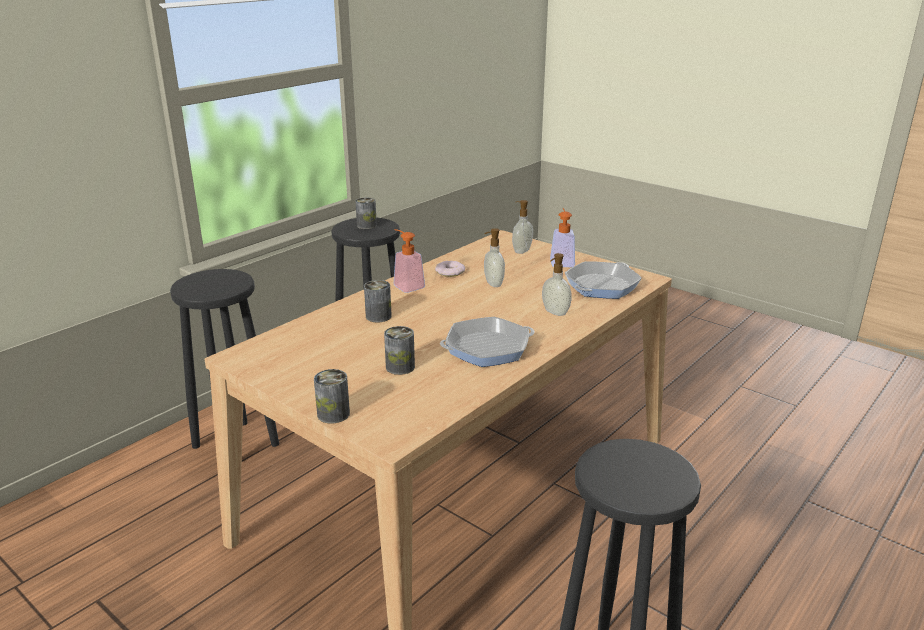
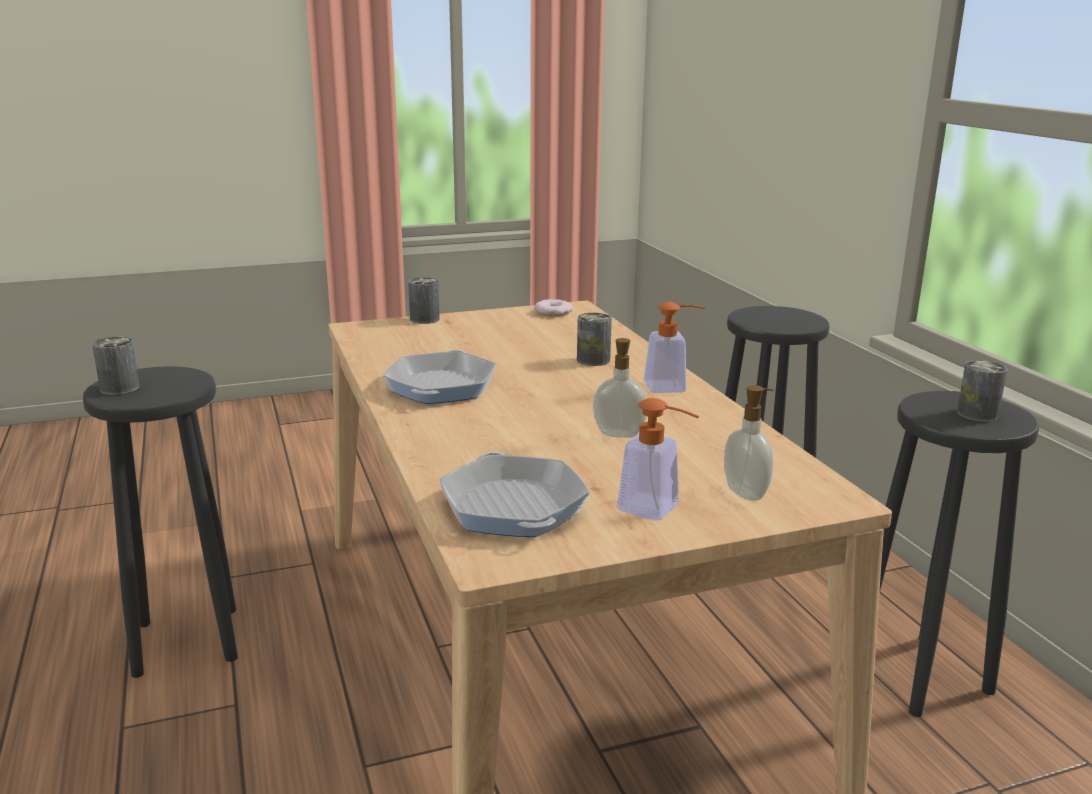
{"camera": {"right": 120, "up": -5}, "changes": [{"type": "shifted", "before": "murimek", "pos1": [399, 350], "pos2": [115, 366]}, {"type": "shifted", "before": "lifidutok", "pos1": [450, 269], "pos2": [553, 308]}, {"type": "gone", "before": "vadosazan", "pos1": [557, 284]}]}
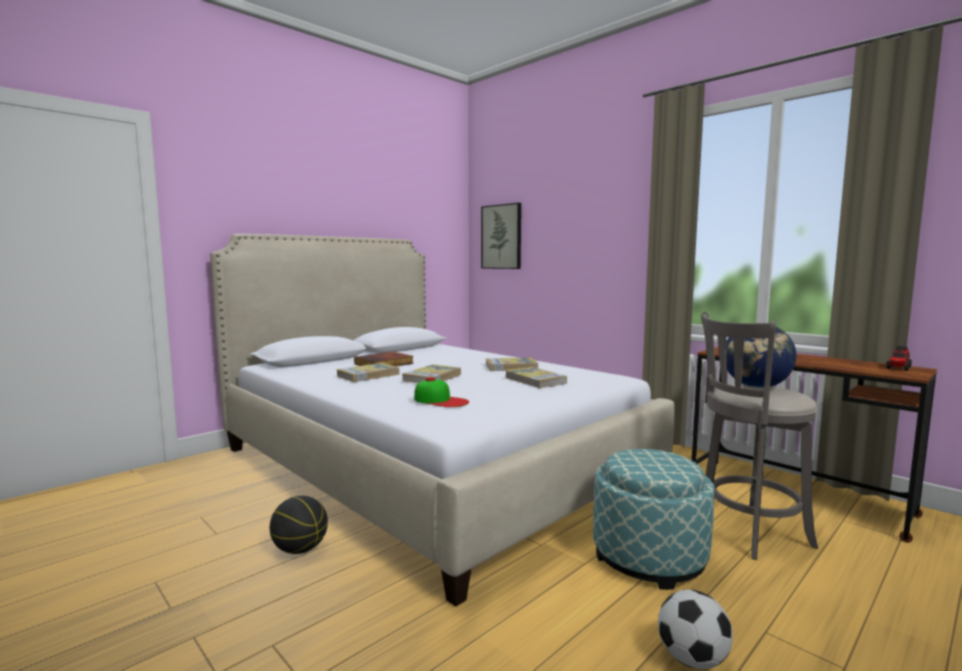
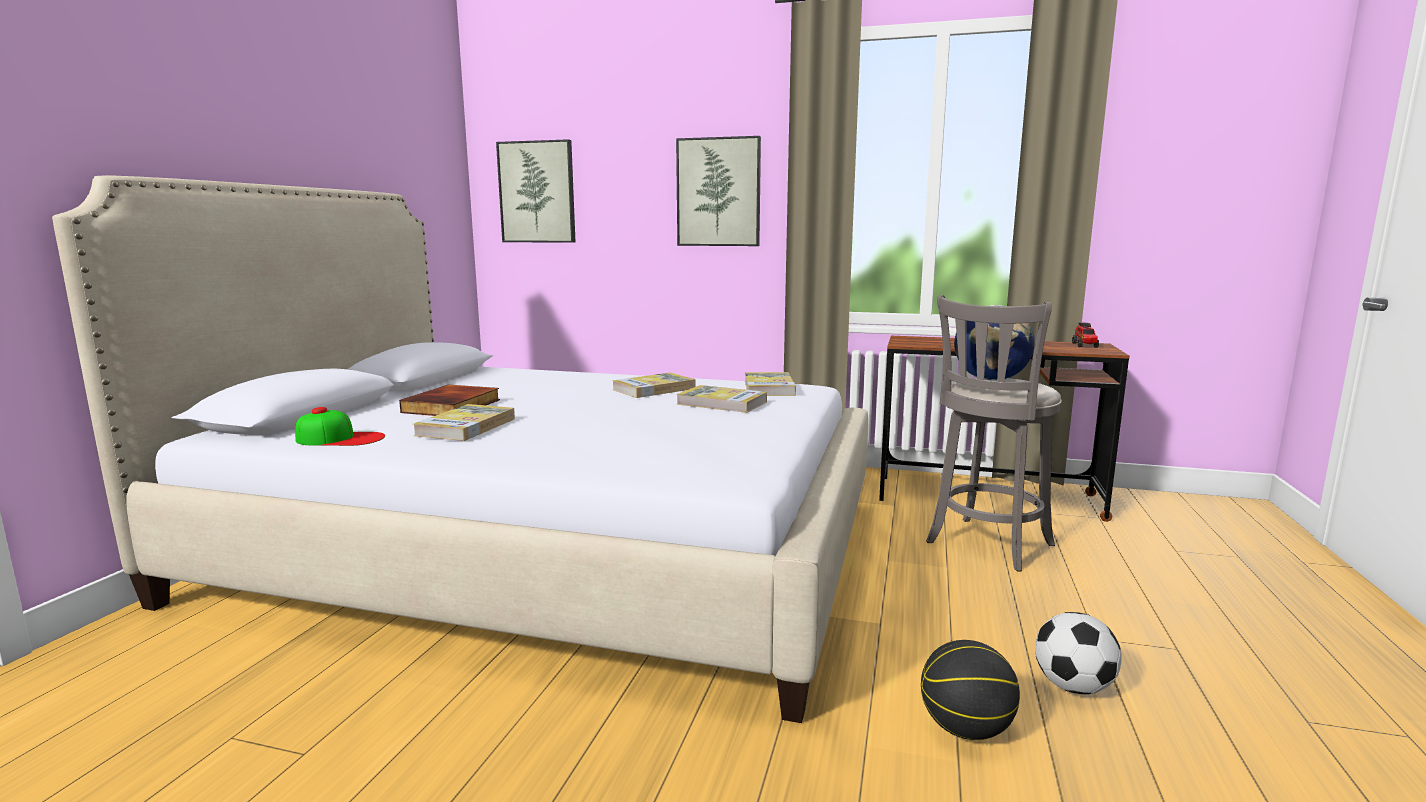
{"camera": {"right": -30, "up": 5}, "changes": [{"type": "shifted", "before": "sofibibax", "pos1": [441, 392], "pos2": [340, 426]}, {"type": "new", "after": "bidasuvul", "pos2": [718, 191]}, {"type": "shifted", "before": "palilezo", "pos1": [431, 373], "pos2": [770, 384]}, {"type": "shifted", "before": "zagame", "pos1": [299, 525], "pos2": [970, 690]}, {"type": "gone", "before": "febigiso", "pos1": [653, 519]}]}
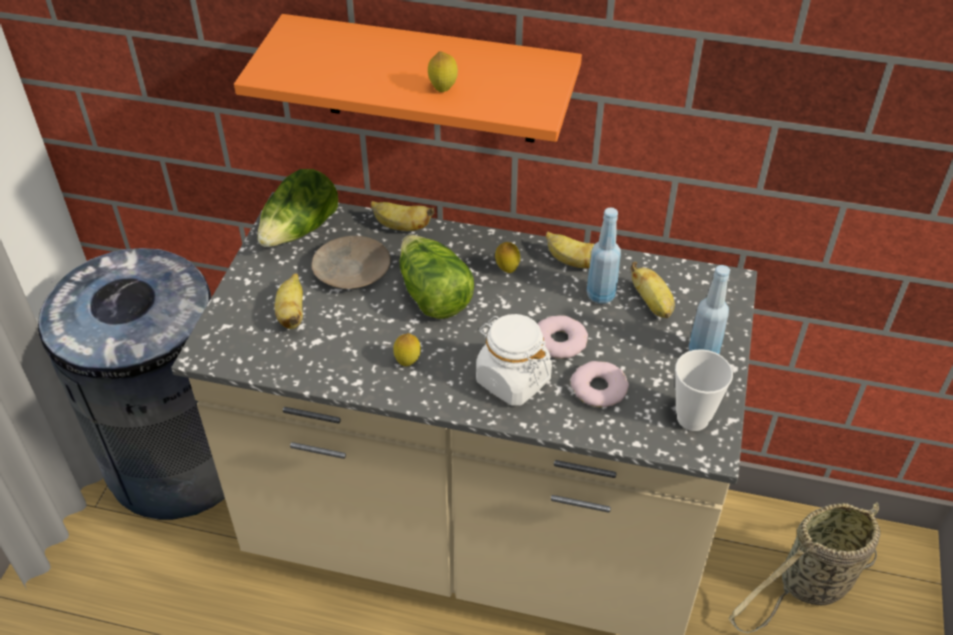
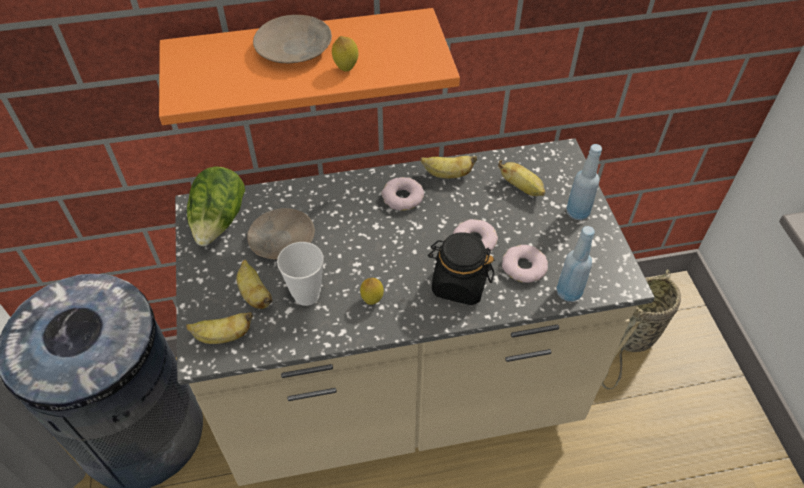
{"camera": {"right": -25, "up": 5}, "changes": [{"type": "shifted", "before": "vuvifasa", "pos1": [402, 216], "pos2": [219, 328]}, {"type": "new", "after": "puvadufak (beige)", "pos2": [292, 39]}, {"type": "shifted", "before": "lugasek", "pos1": [704, 390], "pos2": [300, 274]}, {"type": "swapped", "before": "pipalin", "after": "lifidutok", "pos1": [507, 257], "pos2": [402, 193]}, {"type": "repainted", "before": "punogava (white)", "after": "punogava (black)", "pos1": [514, 360], "pos2": [461, 268]}, {"type": "shifted", "before": "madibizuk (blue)", "pos1": [604, 255], "pos2": [575, 264]}, {"type": "gone", "before": "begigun", "pos1": [437, 277]}]}
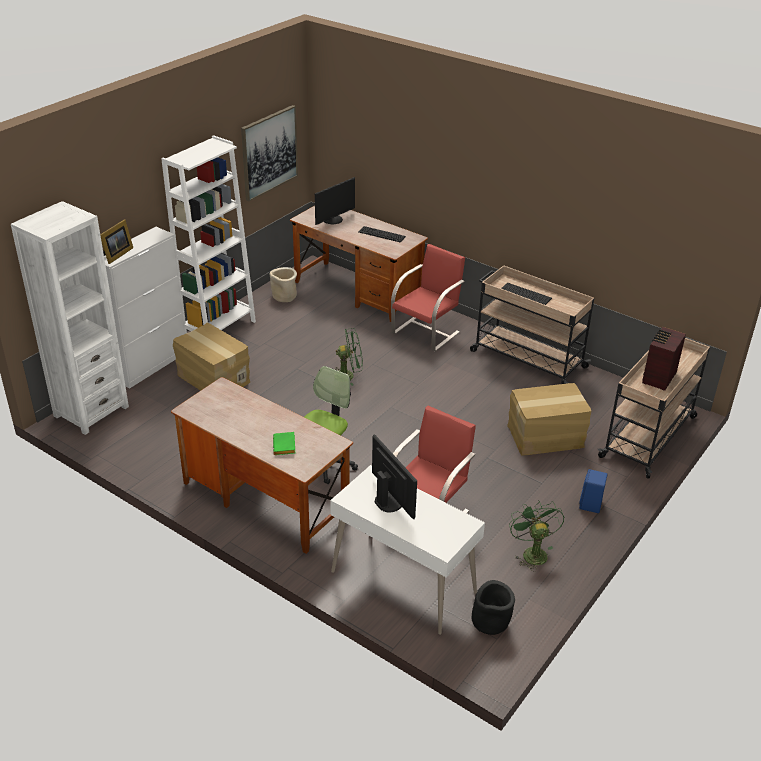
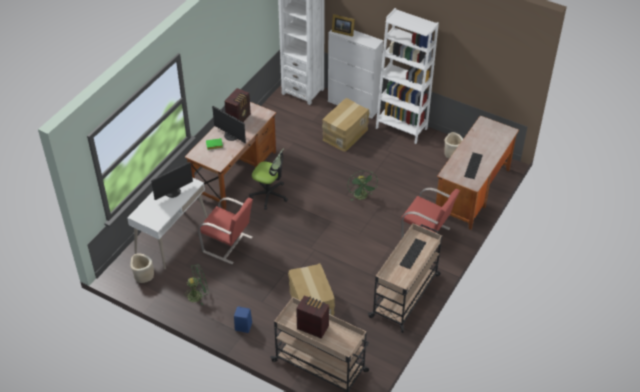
{"camera": {"right": 85, "up": 10}, "changes": [{"type": "repainted", "before": "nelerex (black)", "after": "nelerex (beige)", "pos1": [493, 607], "pos2": [142, 268]}, {"type": "shifted", "before": "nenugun", "pos1": [335, 201], "pos2": [229, 124]}, {"type": "new", "after": "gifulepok", "pos2": [238, 105]}, {"type": "gone", "before": "bidasuvul", "pos1": [269, 153]}]}
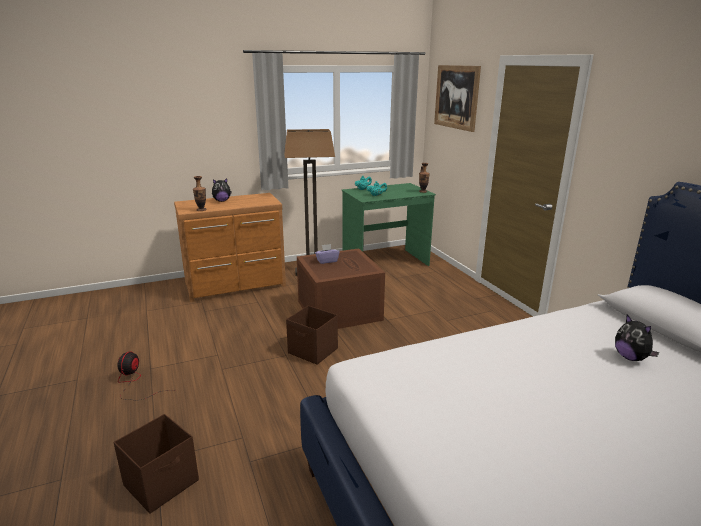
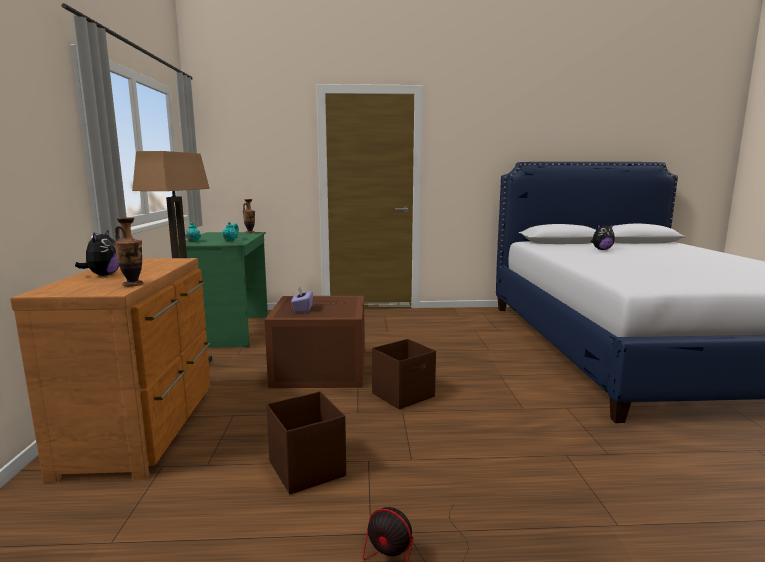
{"camera": {"right": -70, "up": -10}, "changes": [{"type": "shifted", "before": "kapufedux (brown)", "pos1": [156, 464], "pos2": [306, 442]}, {"type": "gone", "before": "bidasuvul", "pos1": [457, 98]}]}
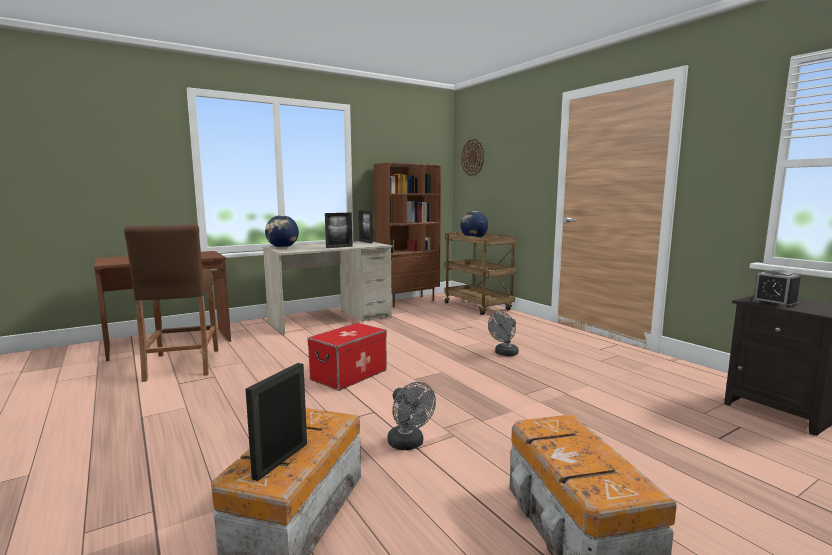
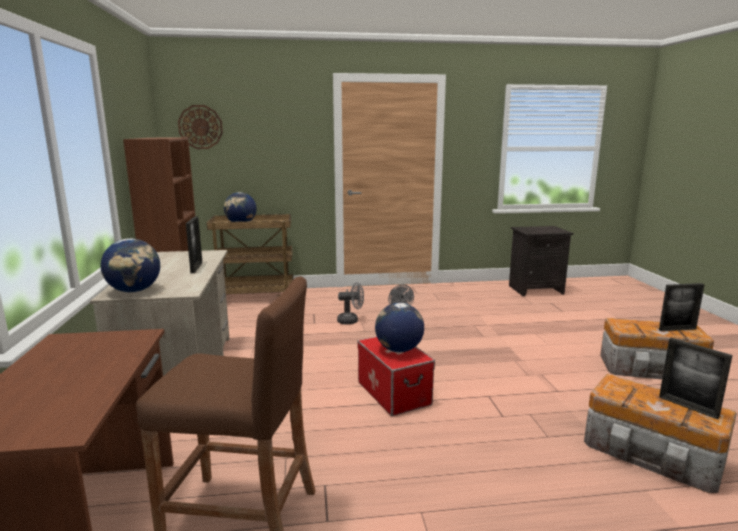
{"camera": {"right": -65, "up": 5}, "changes": [{"type": "shifted", "before": "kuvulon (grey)", "pos1": [411, 416], "pos2": [350, 303]}, {"type": "new", "after": "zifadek", "pos2": [399, 327]}, {"type": "shifted", "before": "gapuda", "pos1": [366, 226], "pos2": [682, 307]}, {"type": "gone", "before": "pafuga", "pos1": [776, 289]}]}
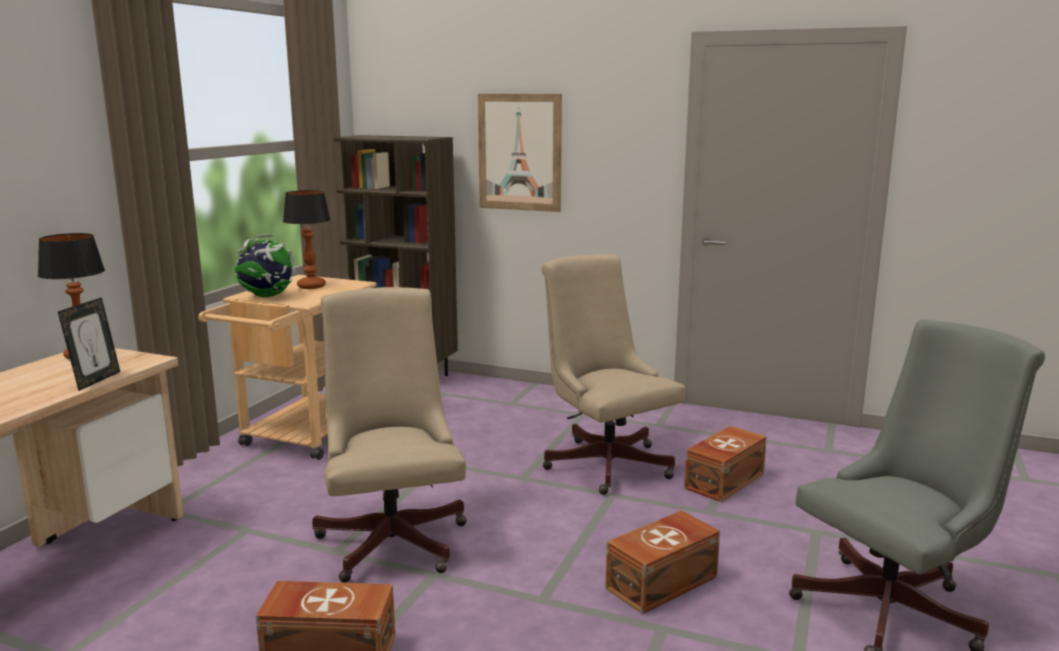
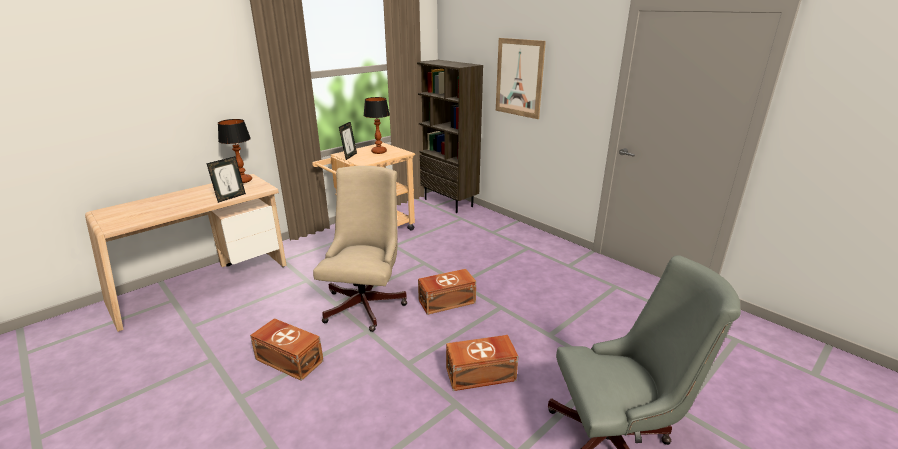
{"camera": {"right": 25, "up": 10}, "changes": [{"type": "swapped", "before": "zifadek", "after": "gapuda", "pos1": [264, 265], "pos2": [348, 140]}, {"type": "shifted", "before": "kapufedux (brown)", "pos1": [725, 464], "pos2": [447, 292]}, {"type": "gone", "before": "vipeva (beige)", "pos1": [613, 375]}]}
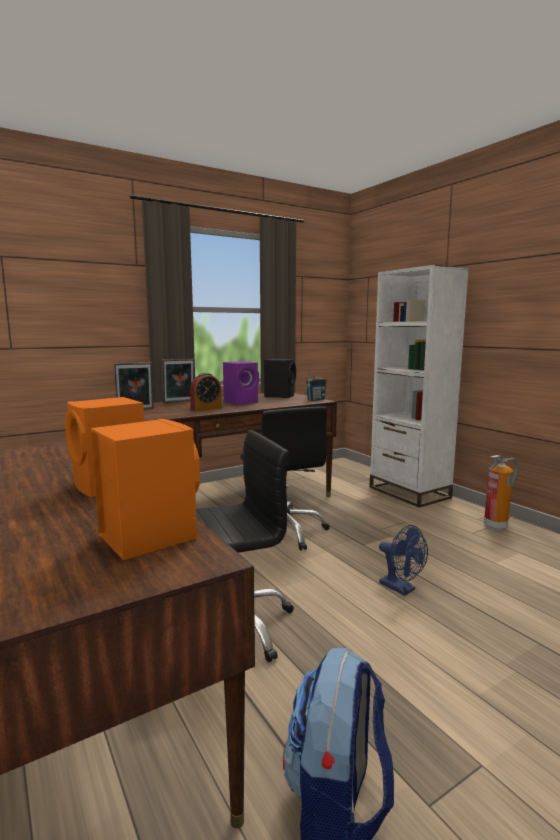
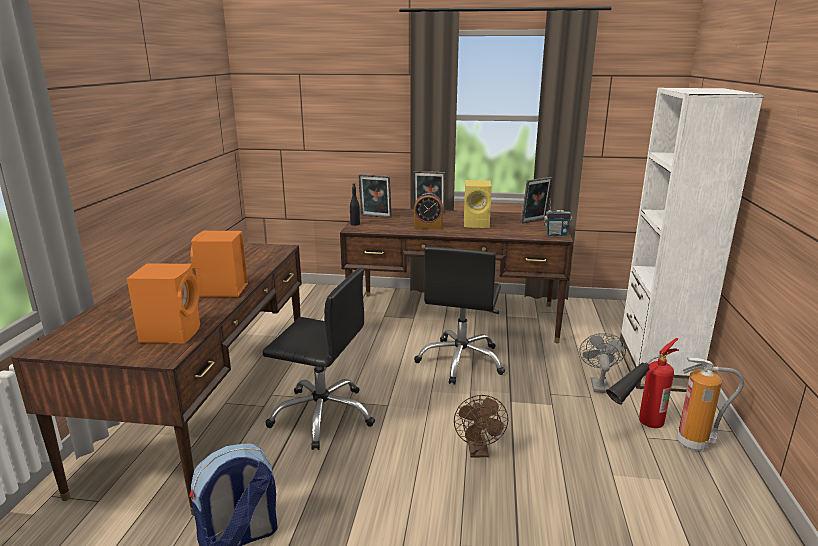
{"camera": {"right": 40, "up": 10}, "changes": [{"type": "repainted", "before": "kuvulon (blue)", "after": "kuvulon (brown)", "pos1": [403, 560], "pos2": [481, 426]}, {"type": "repainted", "before": "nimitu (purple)", "after": "nimitu (yellow)", "pos1": [241, 383], "pos2": [478, 204]}, {"type": "swapped", "before": "nimitu (black)", "after": "gapuda", "pos1": [280, 378], "pos2": [537, 200]}, {"type": "new", "after": "kuvulon (grey)", "pos2": [602, 363]}, {"type": "new", "after": "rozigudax", "pos2": [642, 383]}]}
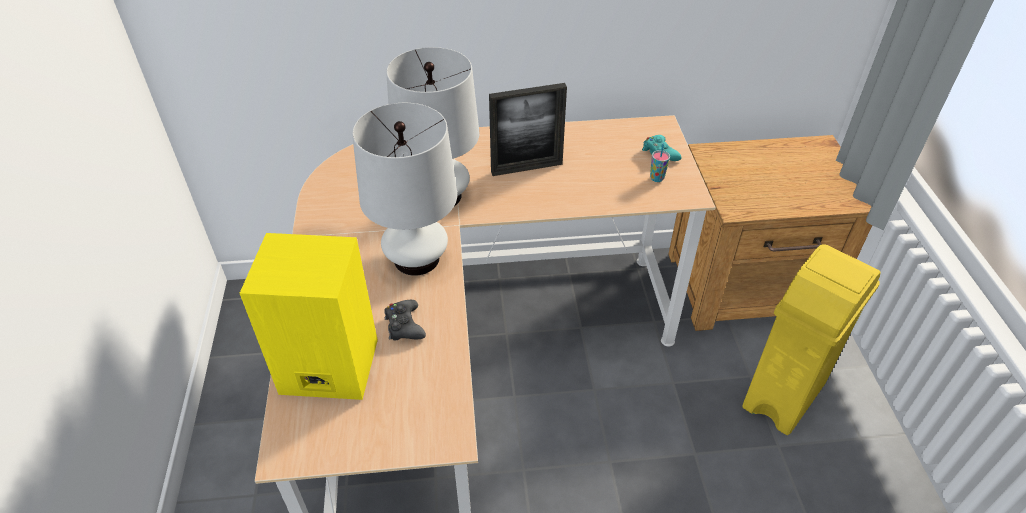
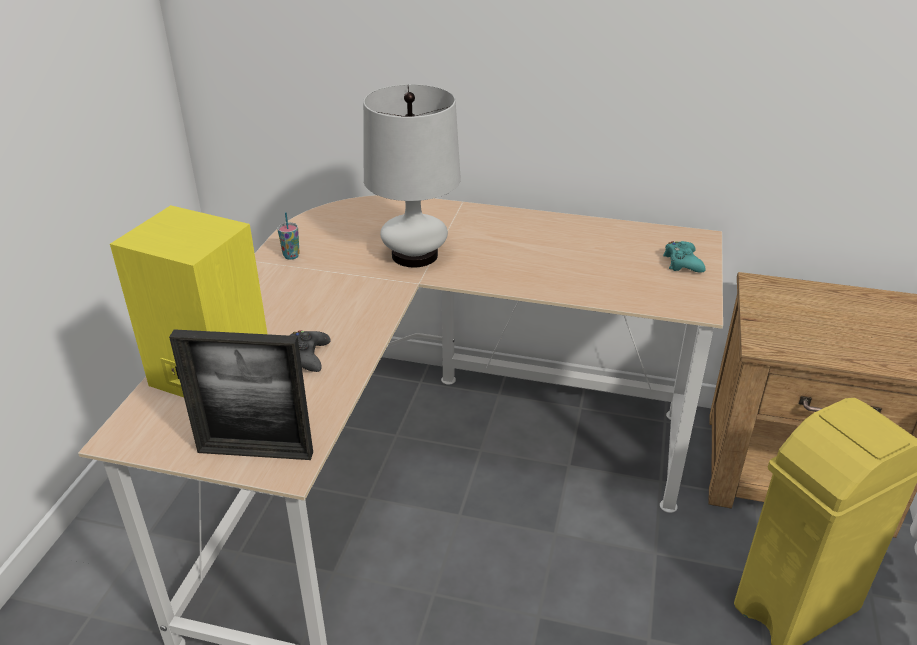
{"camera": {"right": 20, "up": -10}, "changes": [{"type": "shifted", "before": "gapuda", "pos1": [528, 129], "pos2": [241, 394]}, {"type": "shifted", "before": "lugasek", "pos1": [660, 162], "pos2": [288, 236]}, {"type": "gone", "before": "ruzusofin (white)", "pos1": [404, 189]}]}
